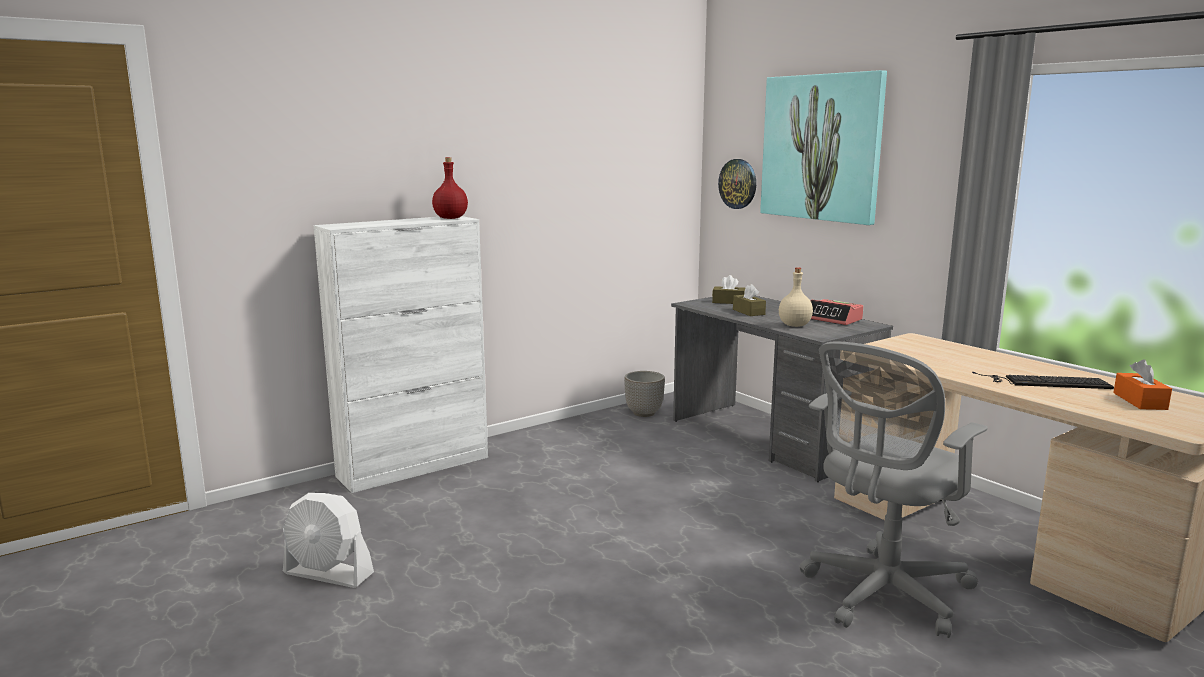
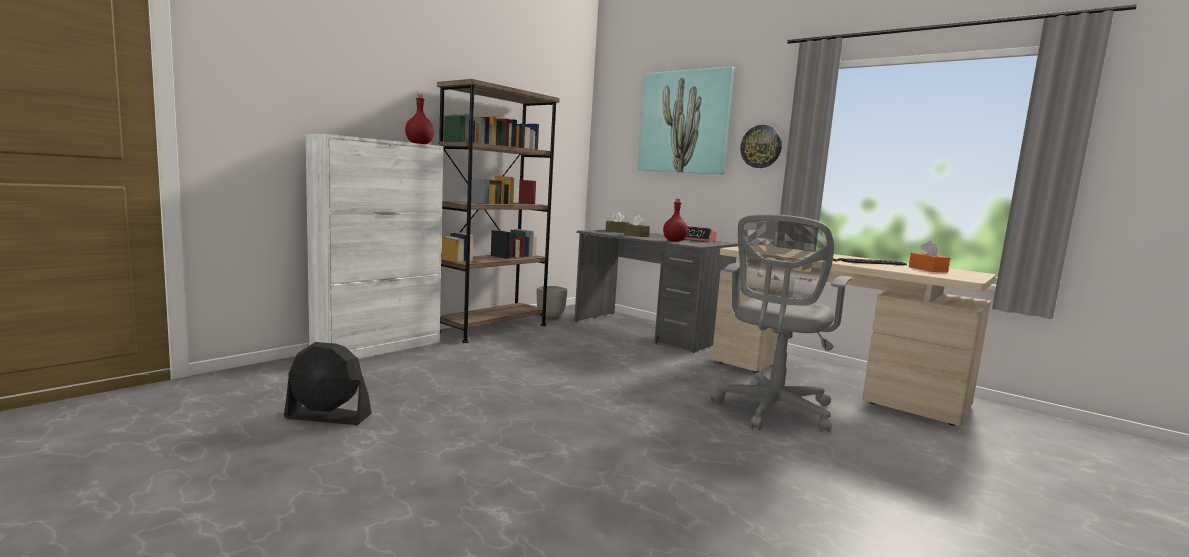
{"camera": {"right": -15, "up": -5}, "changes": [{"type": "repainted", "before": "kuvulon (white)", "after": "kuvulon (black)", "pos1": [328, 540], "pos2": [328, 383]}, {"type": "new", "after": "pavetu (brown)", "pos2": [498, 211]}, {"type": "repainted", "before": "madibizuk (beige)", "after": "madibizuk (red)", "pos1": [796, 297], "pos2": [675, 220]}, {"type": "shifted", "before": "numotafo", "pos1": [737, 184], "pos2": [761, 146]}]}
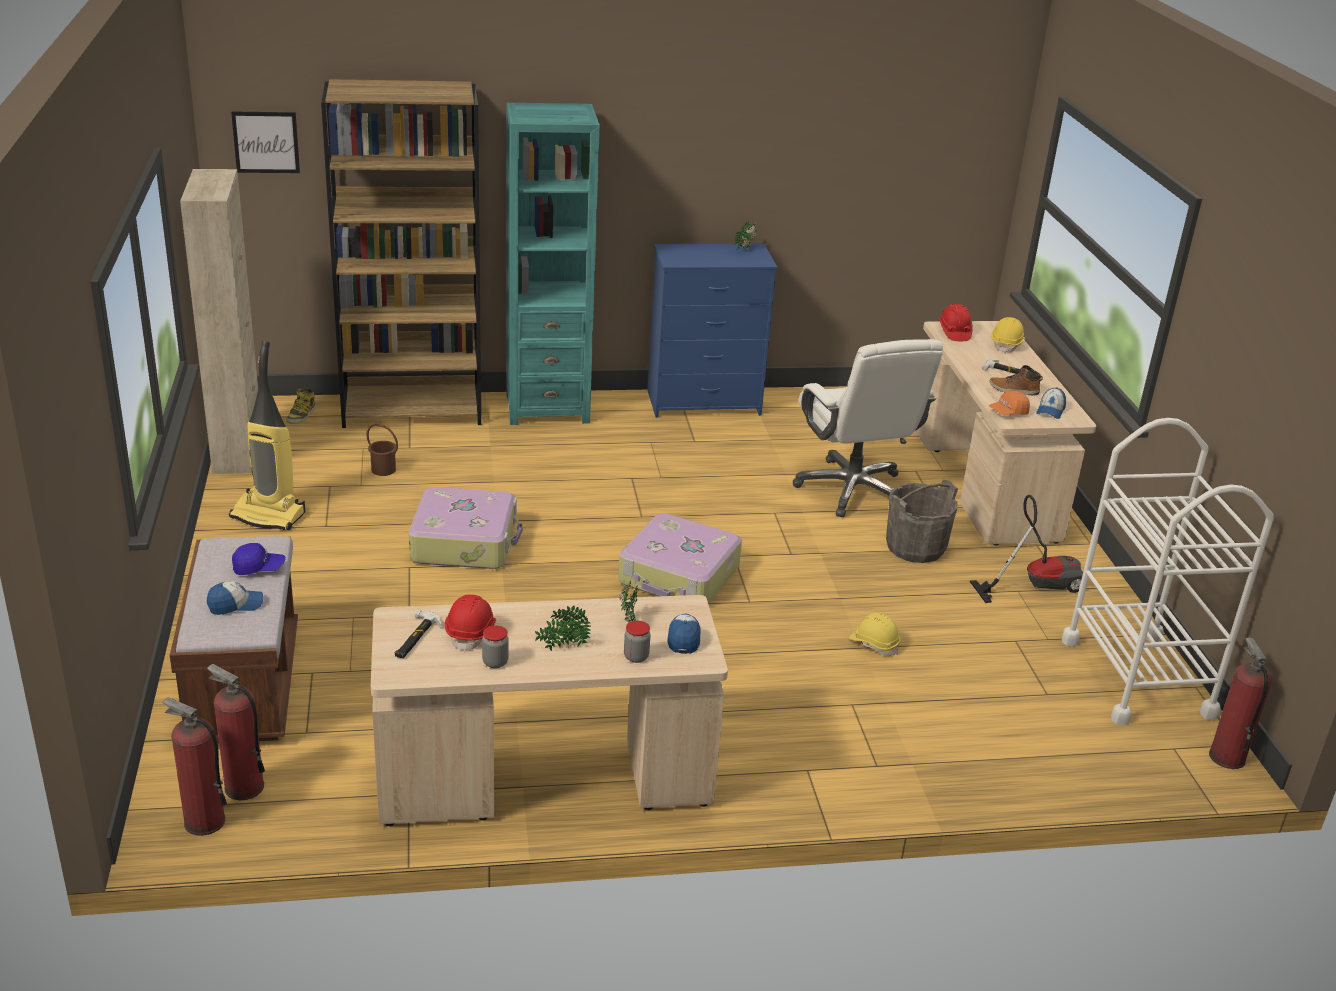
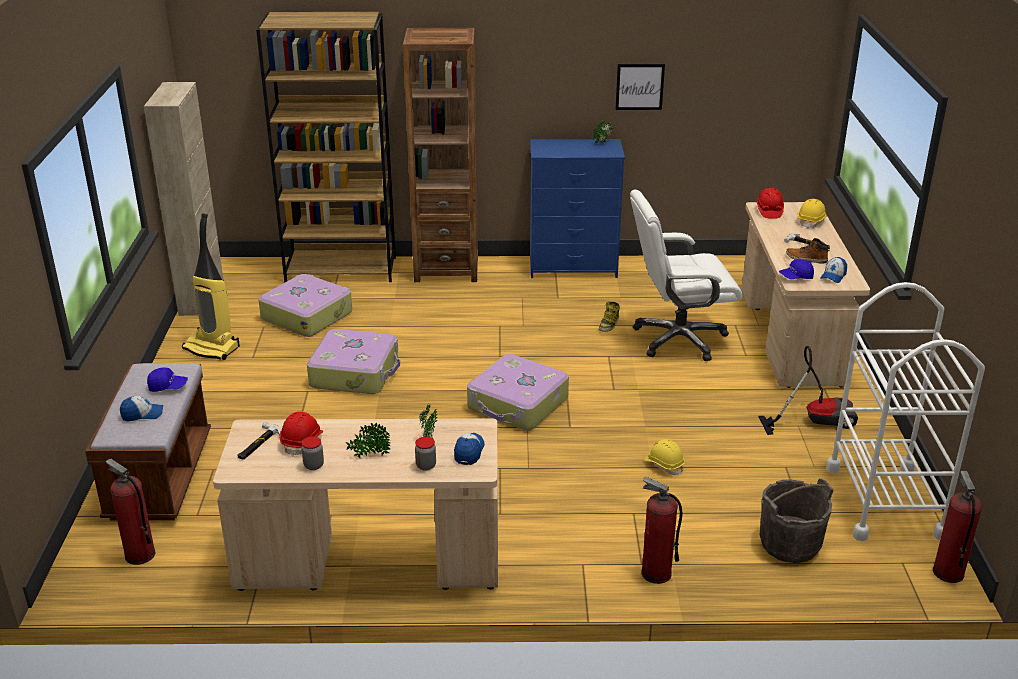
{"camera": {"right": 10, "up": 0}, "changes": [{"type": "swapped", "before": "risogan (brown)", "after": "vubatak", "pos1": [382, 450], "pos2": [305, 305]}, {"type": "repainted", "before": "pavetu (turquoise)", "after": "pavetu (brown)", "pos1": [553, 264], "pos2": [440, 155]}, {"type": "shifted", "before": "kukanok", "pos1": [301, 406], "pos2": [609, 316]}, {"type": "shifted", "before": "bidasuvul", "pos1": [265, 142], "pos2": [640, 87]}, {"type": "rotated", "before": "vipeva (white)", "pos1": [868, 428], "pos2": [686, 275], "turn": 90}, {"type": "shifted", "before": "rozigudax", "pos1": [195, 766], "pos2": [661, 530]}, {"type": "shifted", "before": "risogan (grey)", "pos1": [922, 521], "pos2": [797, 520]}, {"type": "repainted", "before": "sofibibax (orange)", "after": "sofibibax (blue)", "pos1": [1009, 403], "pos2": [796, 269]}]}
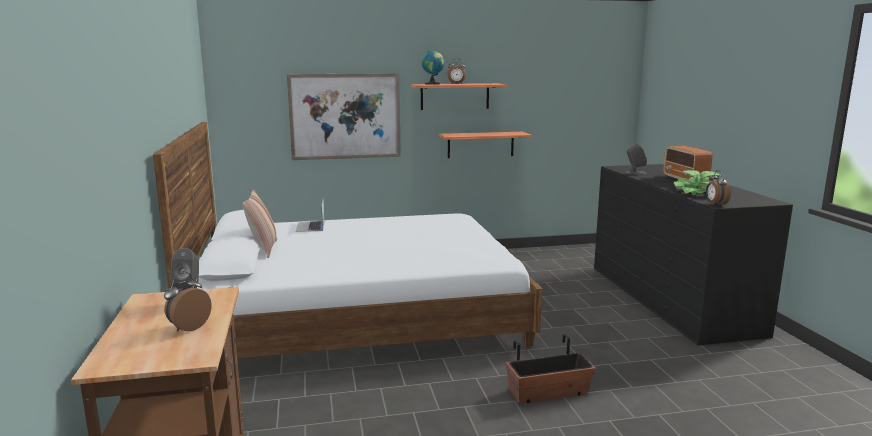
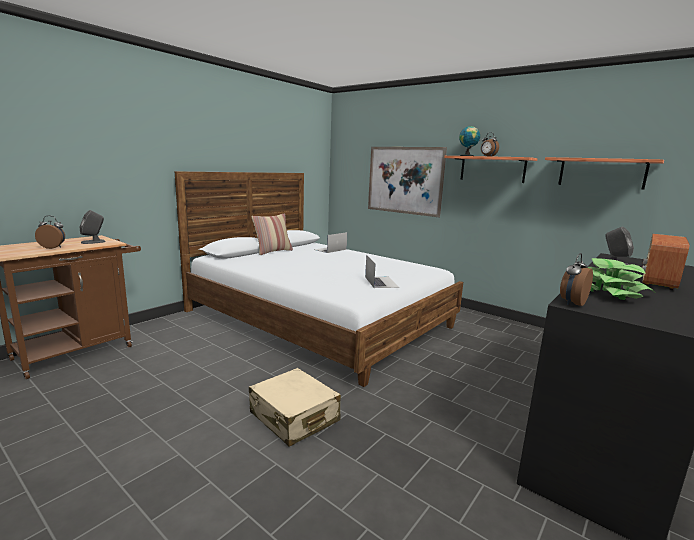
{"camera": {"right": 50, "up": 0}, "changes": [{"type": "swapped", "before": "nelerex", "after": "vubatak (beige)", "pos1": [551, 369], "pos2": [295, 407]}, {"type": "new", "after": "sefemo", "pos2": [382, 271]}, {"type": "shifted", "before": "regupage", "pos1": [485, 145], "pos2": [604, 173]}]}
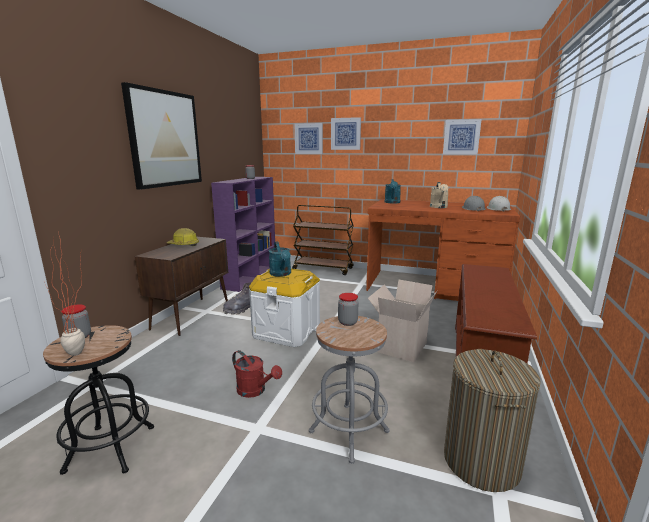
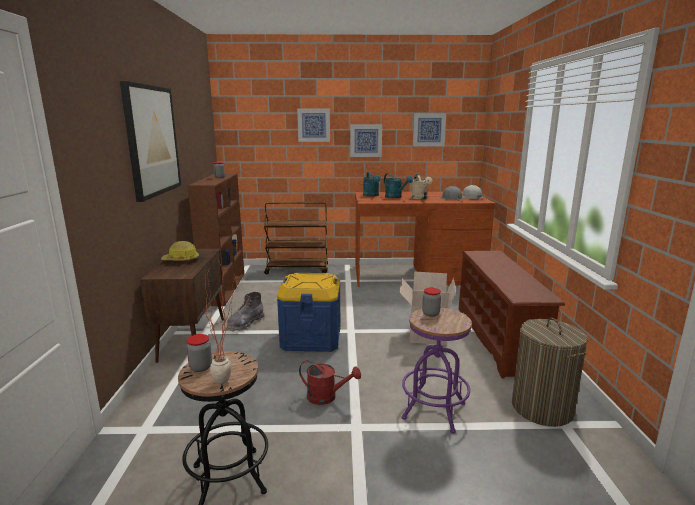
{"camera": {"right": -20, "up": 0}, "changes": [{"type": "repainted", "before": "pavetu (purple)", "after": "pavetu (brown)", "pos1": [243, 234], "pos2": [216, 240]}, {"type": "repainted", "before": "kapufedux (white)", "after": "kapufedux (blue)", "pos1": [284, 308], "pos2": [308, 312]}, {"type": "shifted", "before": "bidasuvul", "pos1": [309, 138], "pos2": [366, 140]}, {"type": "shifted", "before": "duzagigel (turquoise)", "pos1": [280, 259], "pos2": [398, 185]}, {"type": "repainted", "before": "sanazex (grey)", "after": "sanazex (purple)", "pos1": [349, 390], "pos2": [437, 371]}]}
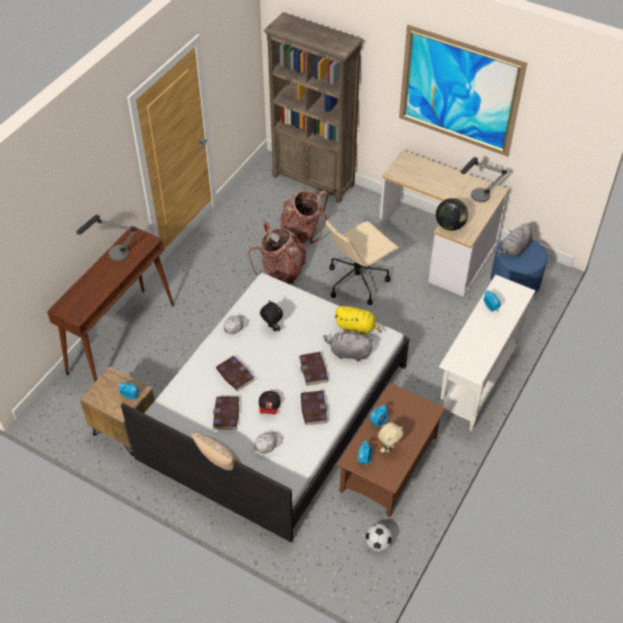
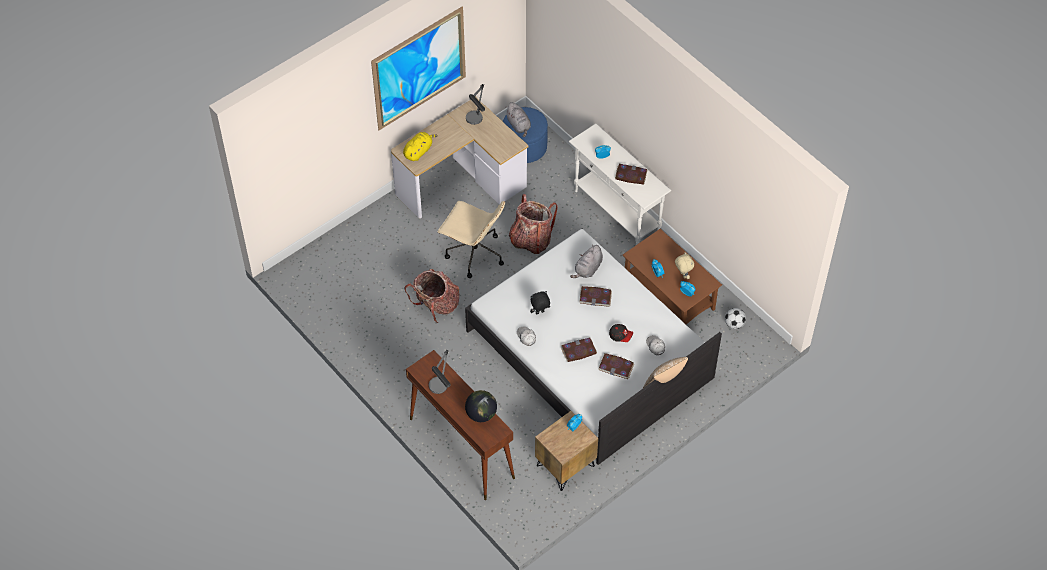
{"camera": {"right": -70, "up": 5}, "changes": [{"type": "shifted", "before": "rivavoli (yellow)", "pos1": [358, 320], "pos2": [420, 146]}, {"type": "rotated", "before": "vipeva (beige)", "pos1": [362, 262], "pos2": [471, 239], "turn": -45}, {"type": "shifted", "before": "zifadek", "pos1": [452, 214], "pos2": [481, 406]}, {"type": "shifted", "before": "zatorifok", "pos1": [304, 217], "pos2": [533, 224]}, {"type": "shifted", "before": "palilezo", "pos1": [314, 408], "pos2": [631, 174]}, {"type": "gone", "before": "pavetu (brown)", "pos1": [314, 107]}]}
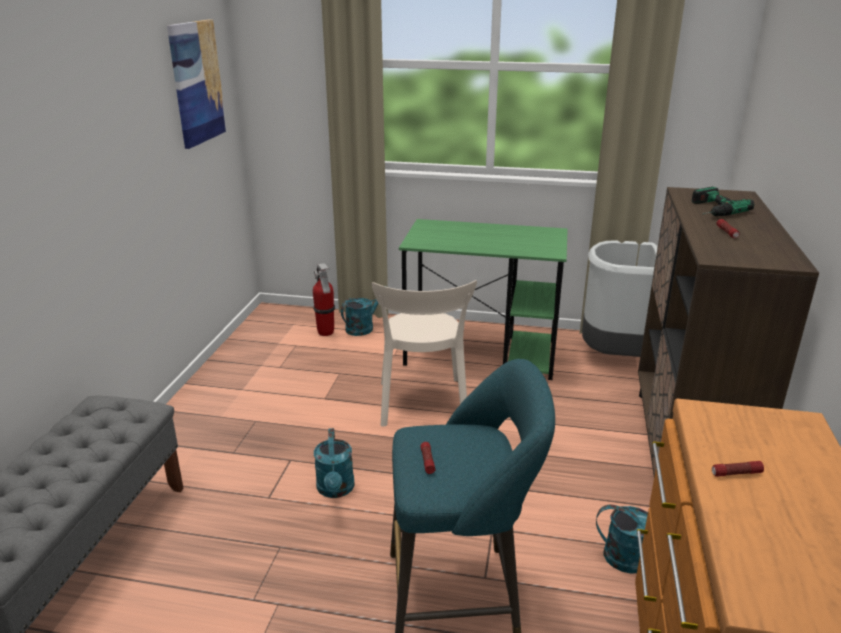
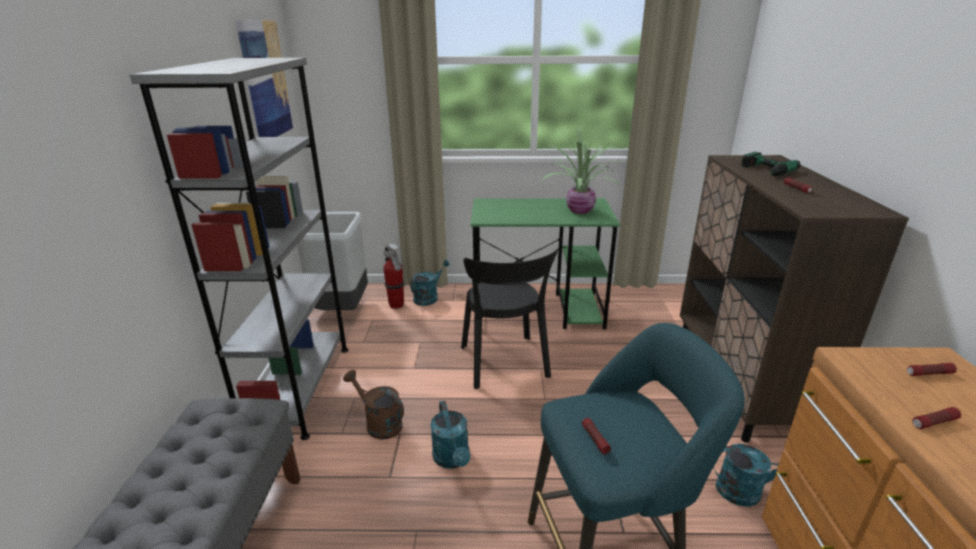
{"camera": {"right": -10, "up": 0}, "changes": [{"type": "new", "after": "pavetu (grey)", "pos2": [239, 249]}, {"type": "shifted", "before": "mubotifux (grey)", "pos1": [620, 299], "pos2": [332, 261]}, {"type": "new", "after": "duzagigel (brown)", "pos2": [373, 405]}, {"type": "repainted", "before": "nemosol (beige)", "after": "nemosol (black)", "pos1": [424, 353], "pos2": [509, 319]}, {"type": "new", "after": "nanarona", "pos2": [581, 170]}, {"type": "new", "after": "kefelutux", "pos2": [932, 369]}]}
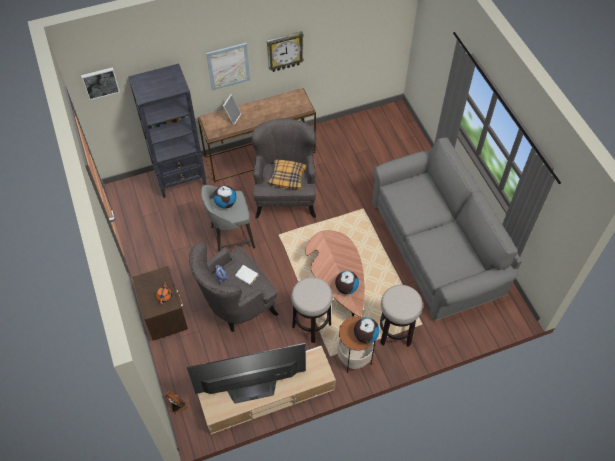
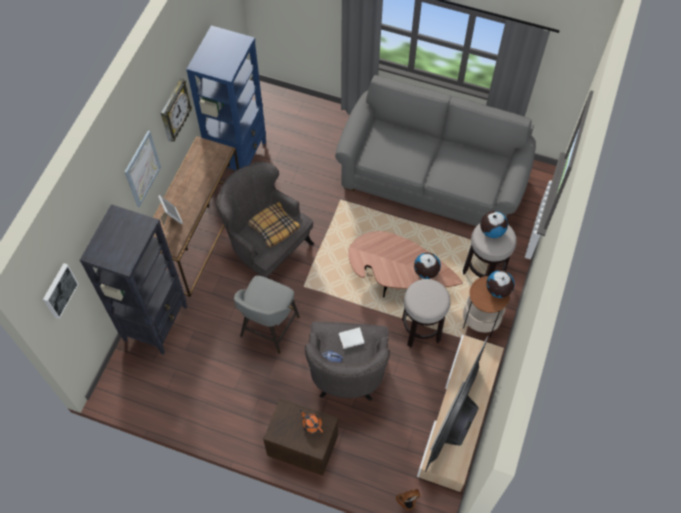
{"camera": {"right": -50, "up": 5}, "changes": [{"type": "new", "after": "pavetu (blue)", "pos2": [226, 97]}, {"type": "shifted", "before": "zifadek", "pos1": [225, 196], "pos2": [494, 224]}]}
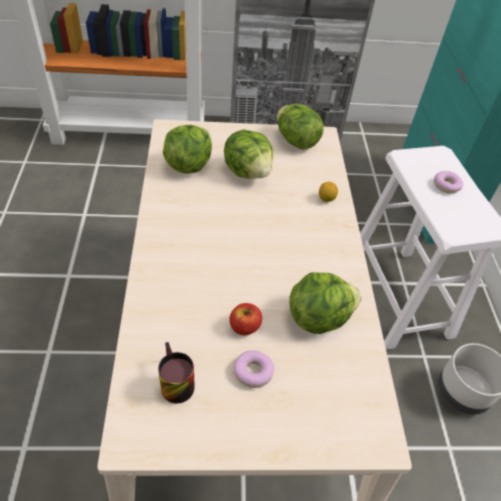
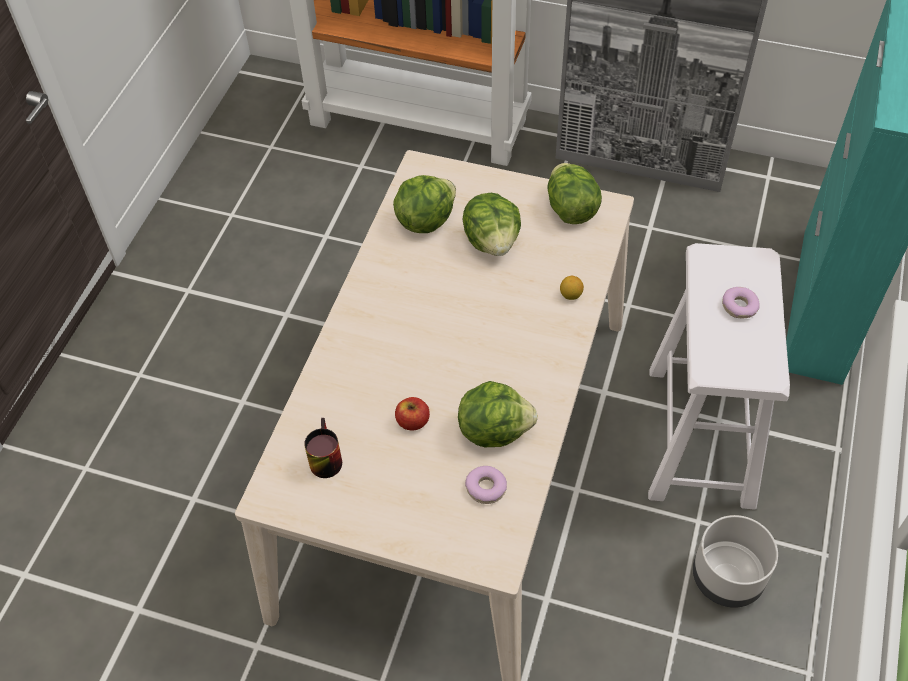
{"camera": {"right": 25, "up": 5}, "changes": [{"type": "shifted", "before": "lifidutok", "pos1": [254, 369], "pos2": [486, 485]}]}
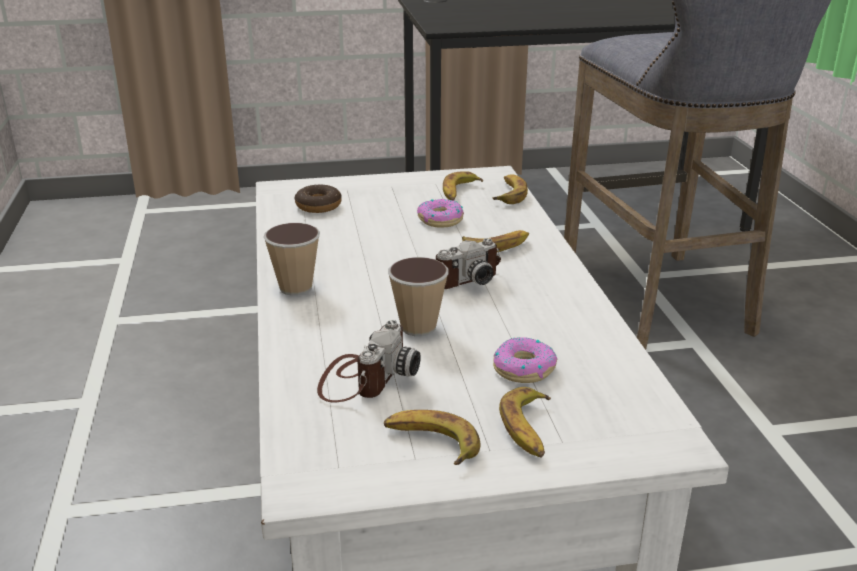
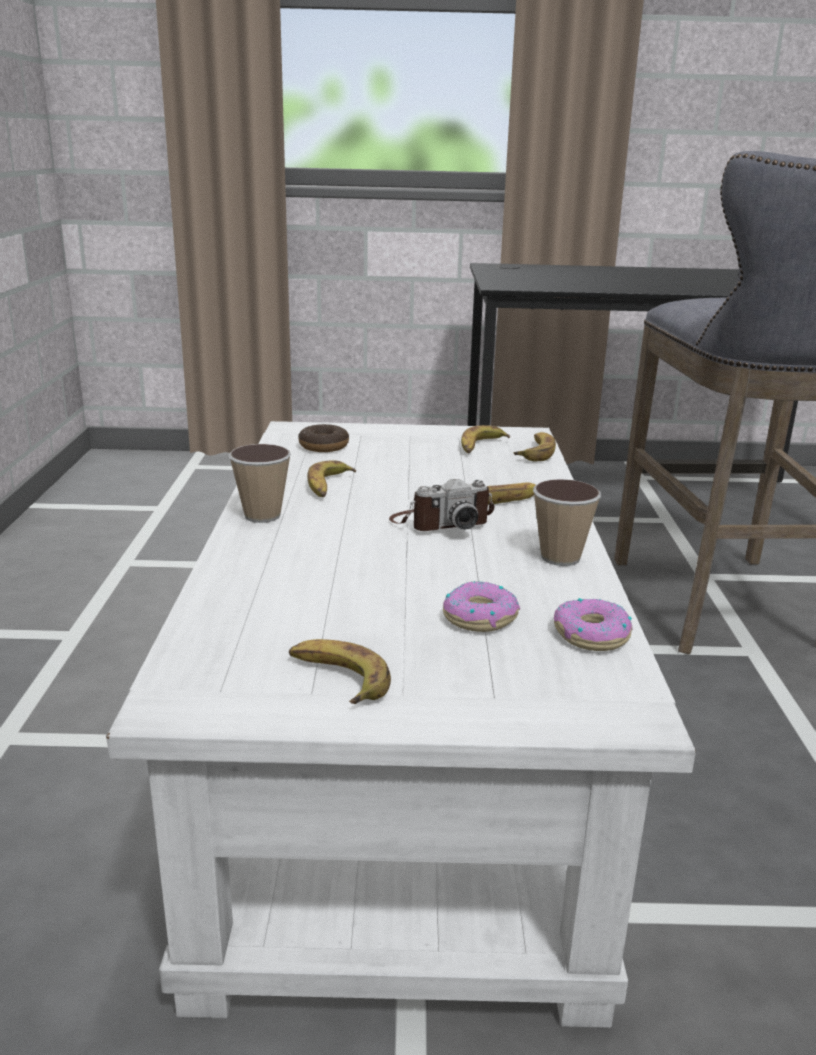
{"camera": {"right": 10, "up": -5}, "changes": [{"type": "shifted", "before": "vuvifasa", "pos1": [525, 422], "pos2": [331, 478]}, {"type": "shifted", "before": "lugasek", "pos1": [418, 296], "pos2": [567, 522]}, {"type": "shifted", "before": "lifidutok", "pos1": [440, 213], "pos2": [593, 624]}, {"type": "gone", "before": "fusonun", "pos1": [369, 361]}]}
